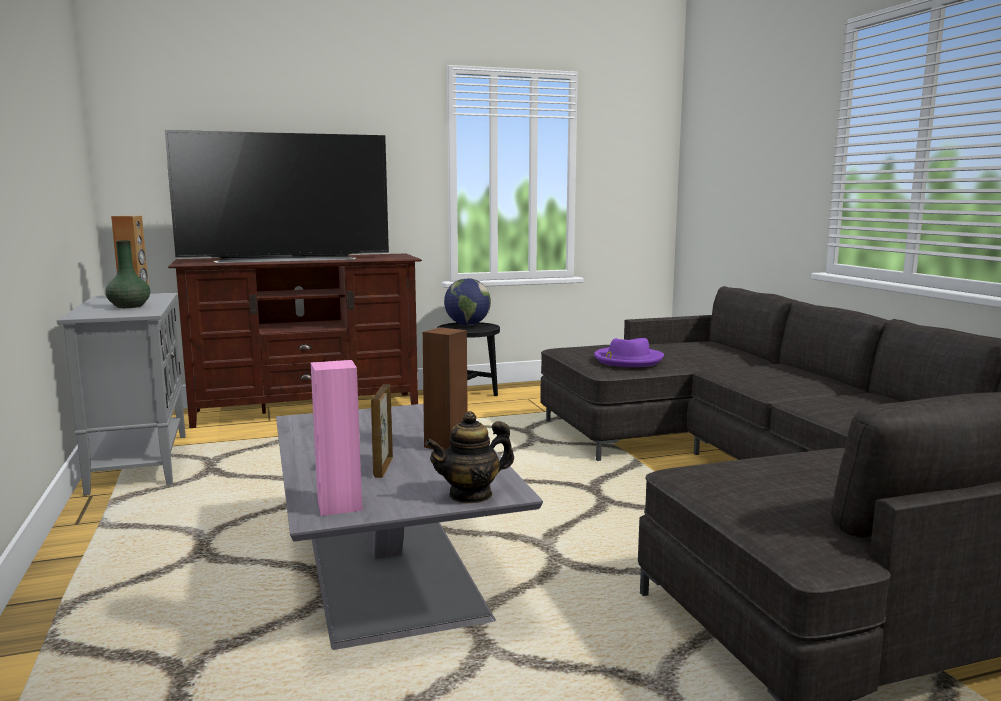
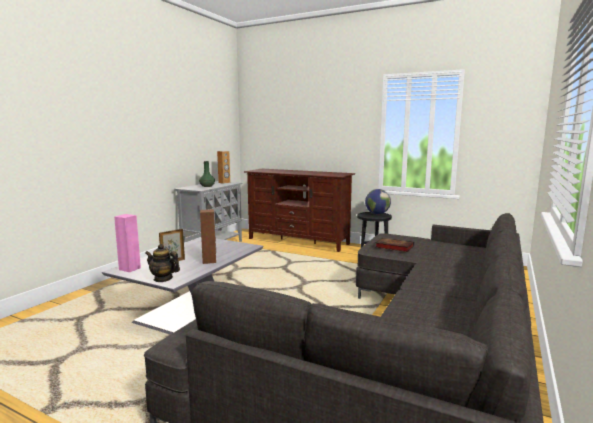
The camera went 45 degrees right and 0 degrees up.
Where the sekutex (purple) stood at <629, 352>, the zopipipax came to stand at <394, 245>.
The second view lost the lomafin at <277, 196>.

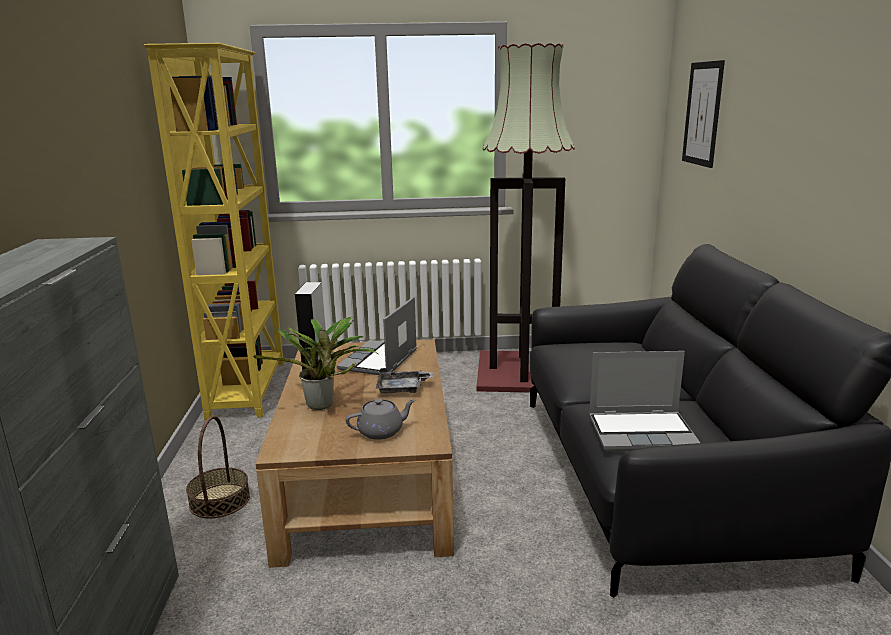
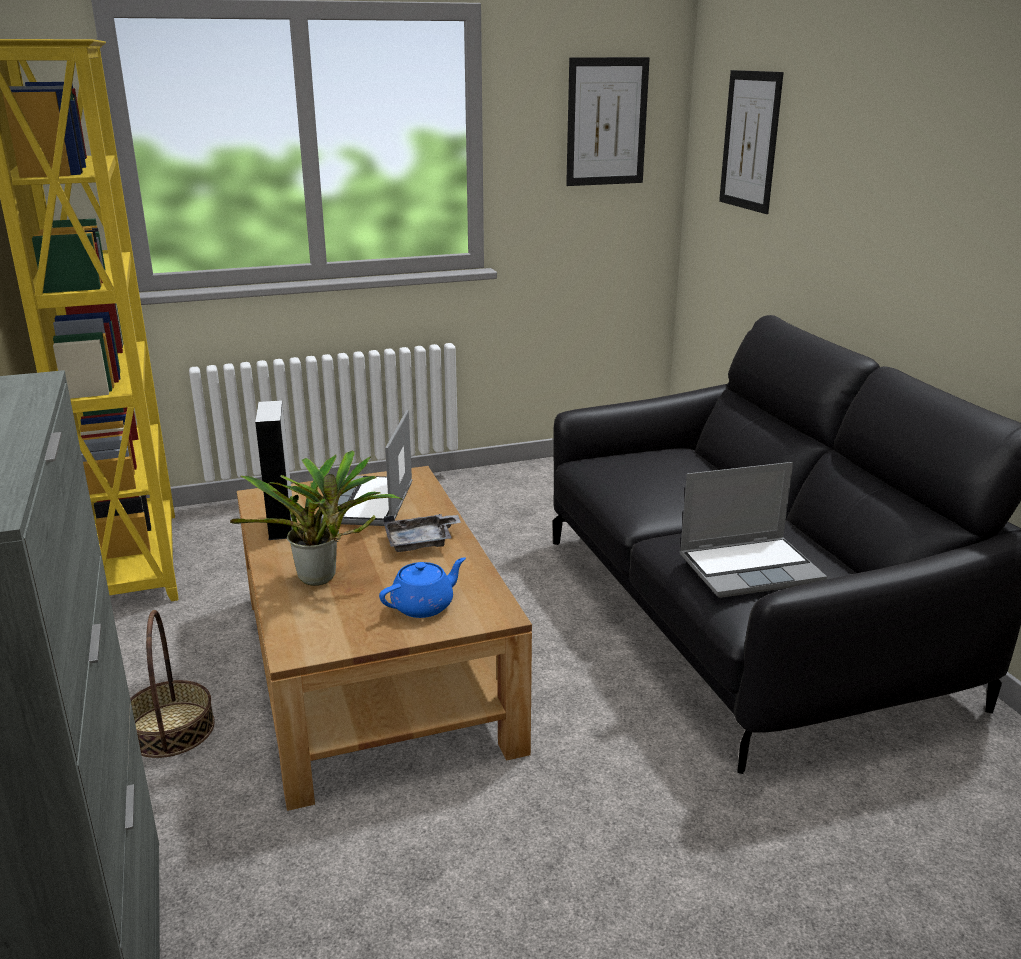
The camera went 15 degrees left and 5 degrees up.
What was the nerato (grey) at <380, 419> turned into the nerato (blue) at <422, 587>.
The second view gained the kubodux at <608, 121>.
The second view lost the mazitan at <526, 218>.

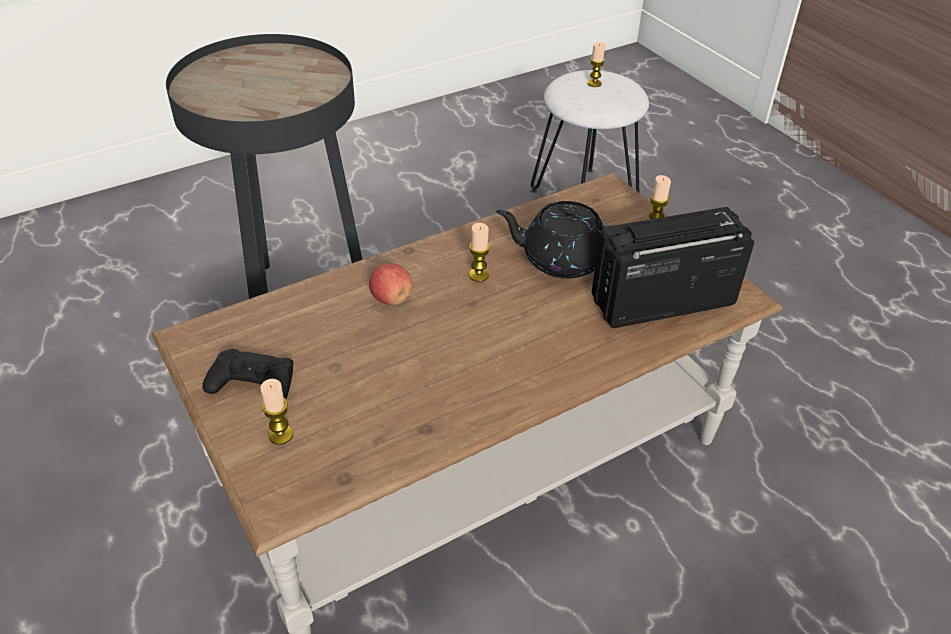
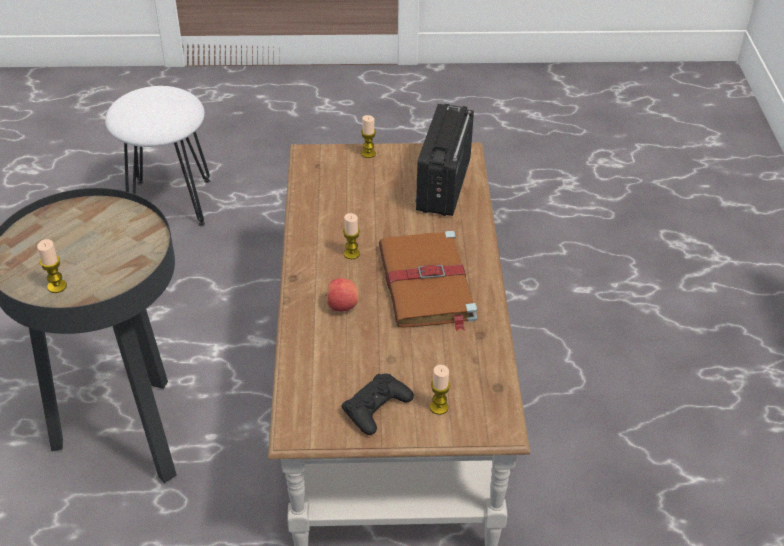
The camera went 60 degrees left and 0 degrees up.
The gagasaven ended up elsewhere, having gone from <596, 64> to <52, 266>.
The second view gained the zopipipax (brown) at <428, 281>.
The second view lost the nerato (black) at <552, 240>.

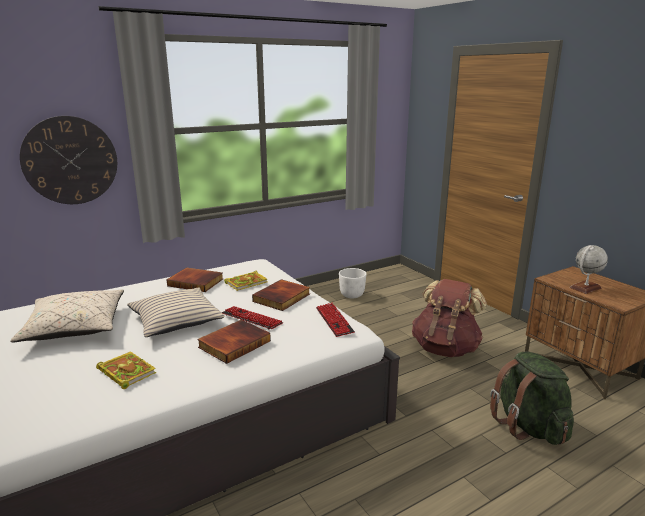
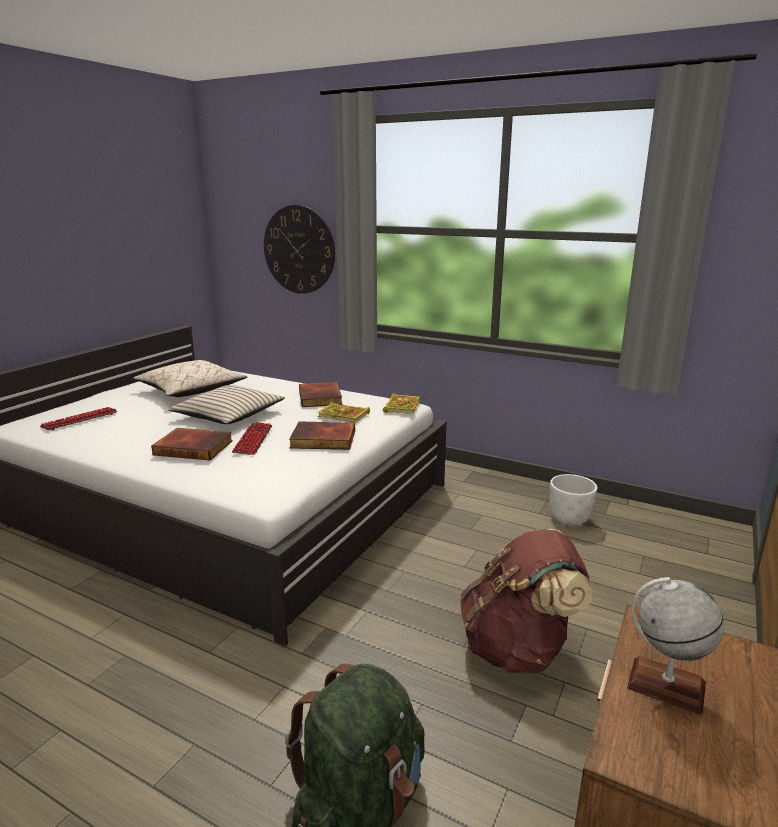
The camera went 60 degrees right and 0 degrees up.
The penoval ended up elsewhere, having gone from <335, 320> to <79, 418>.
The zopipipax ended up elsewhere, having gone from <126, 370> to <401, 403>.

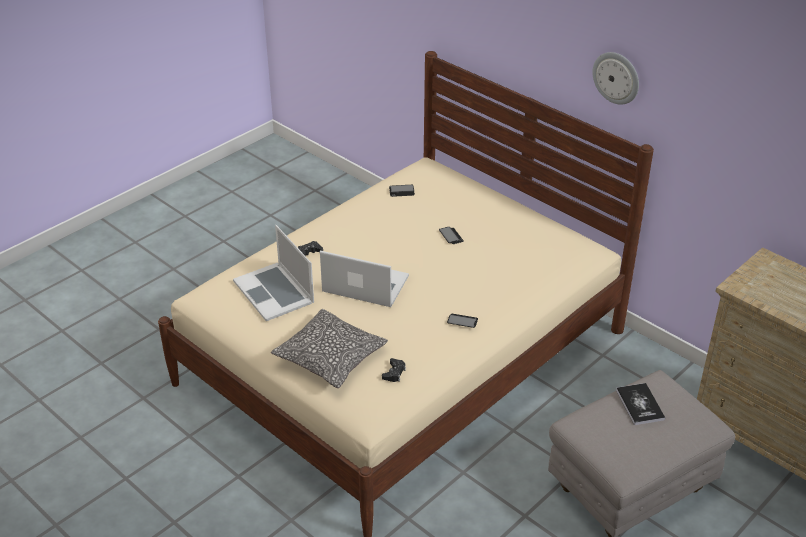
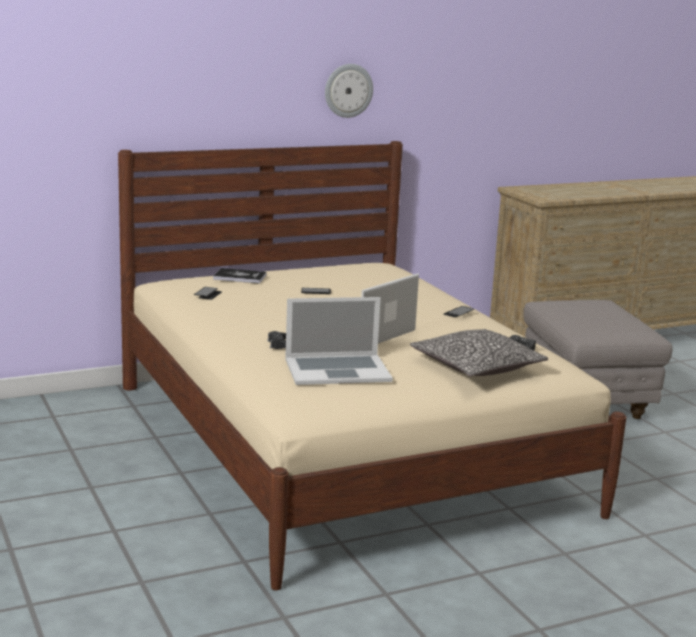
The camera went 70 degrees left and 20 degrees down.
The zopipipax ended up elsewhere, having gone from <640, 404> to <240, 276>.

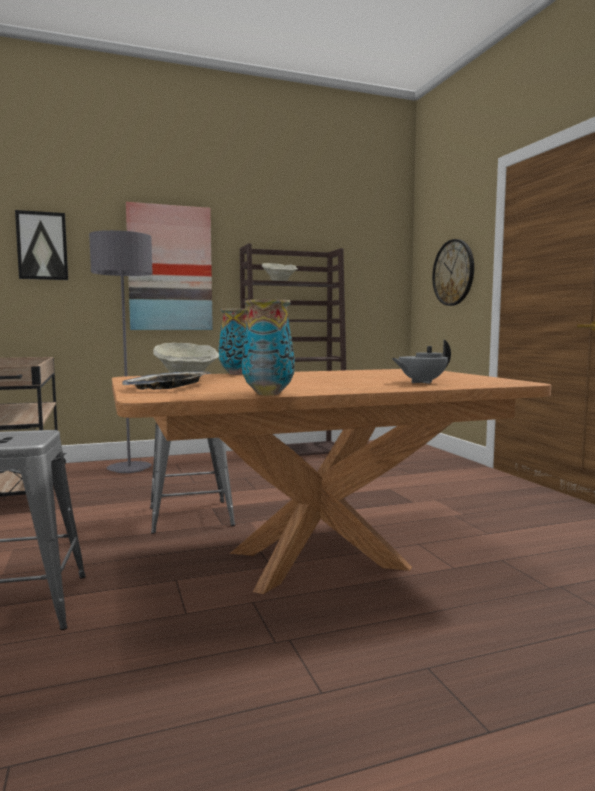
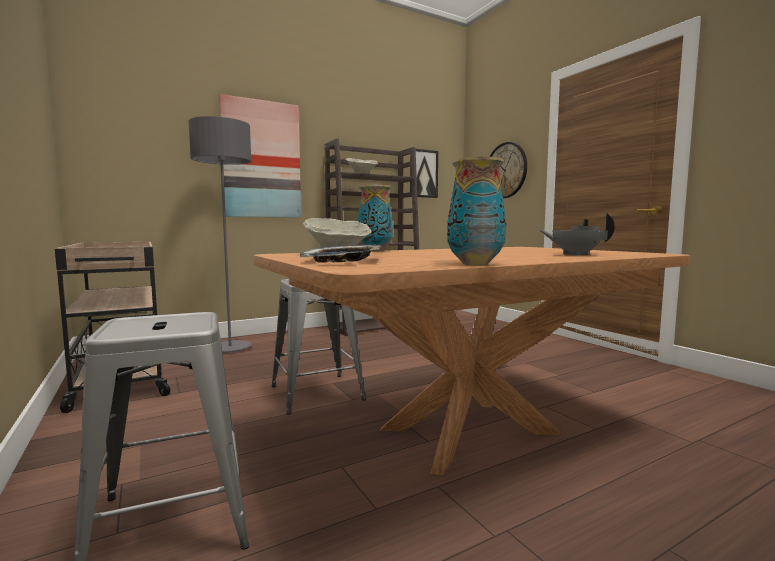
The camera went 10 degrees left and 0 degrees up.
The kubodux ended up elsewhere, having gone from <41, 245> to <424, 173>.
The nerato (grey) at <421, 362> ended up facing another way, 60 degrees clockwise from before.

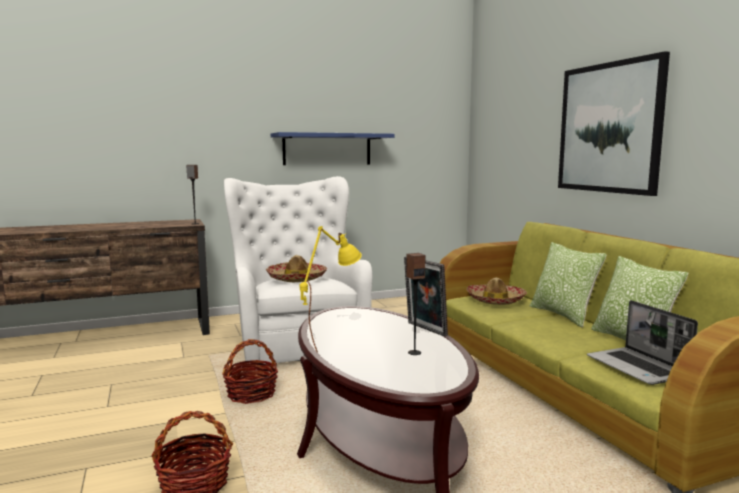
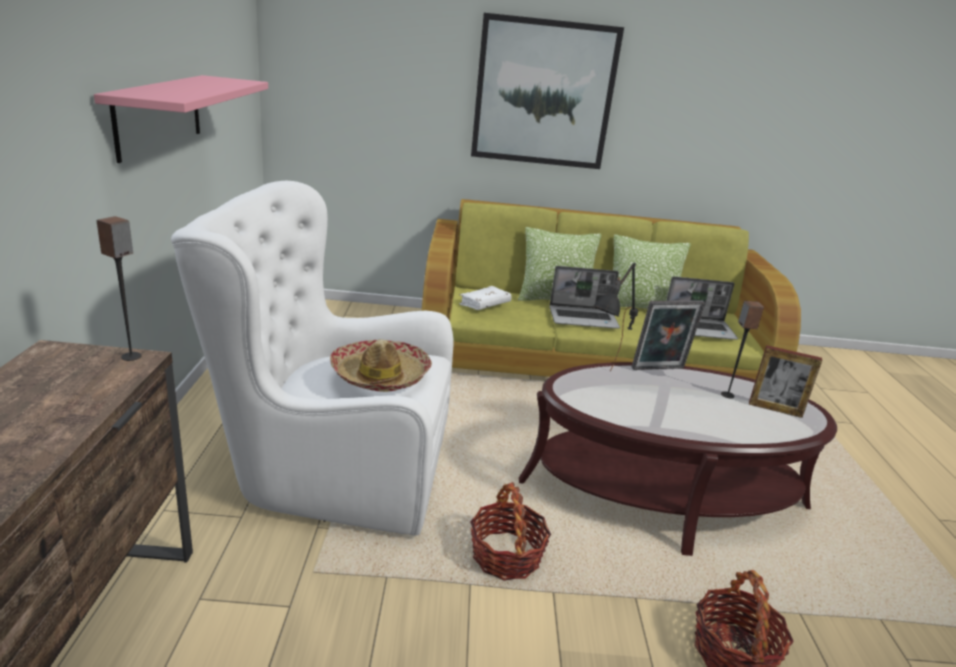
The camera went 70 degrees left and 15 degrees up.
What was the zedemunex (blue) at <332, 148> turned into the zedemunex (pink) at <181, 119>.
Where the sekutex stood at <496, 291>, the zopipipax (white) came to stand at <485, 298>.
The second view gained the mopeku at <584, 297>.
The second view gained the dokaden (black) at <615, 317>.
The second view gained the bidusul at <785, 381>.
The second view lost the dokaden (yellow) at <330, 289>.

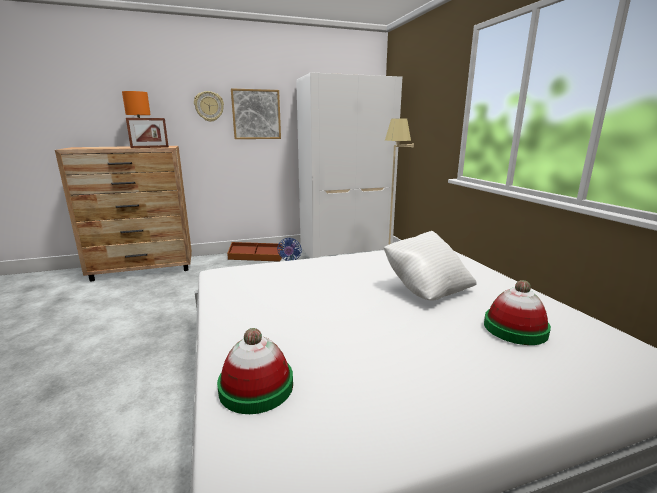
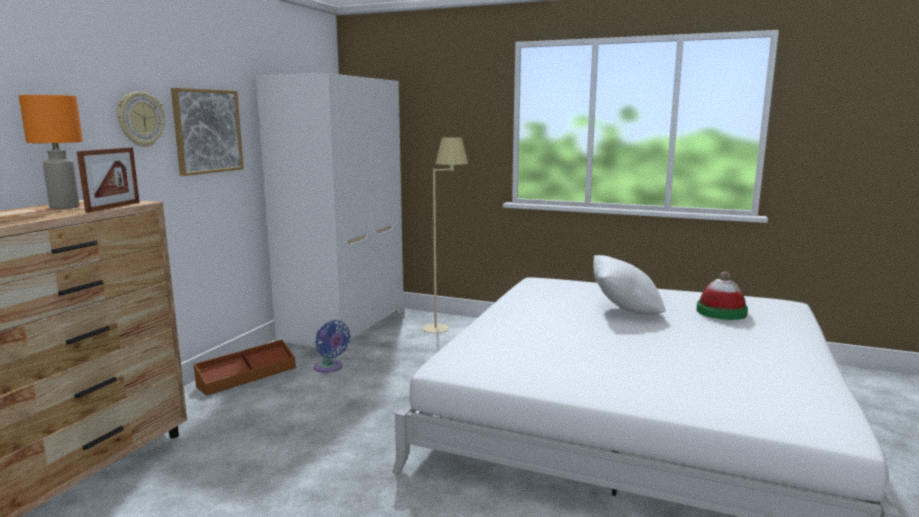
The camera went 50 degrees left and 5 degrees down.
The second view lost the sekutex at <255, 371>.

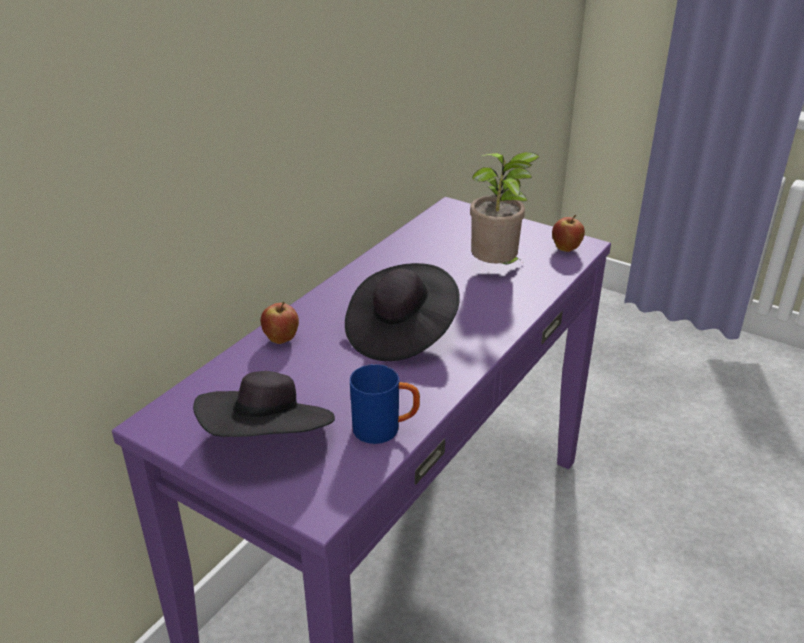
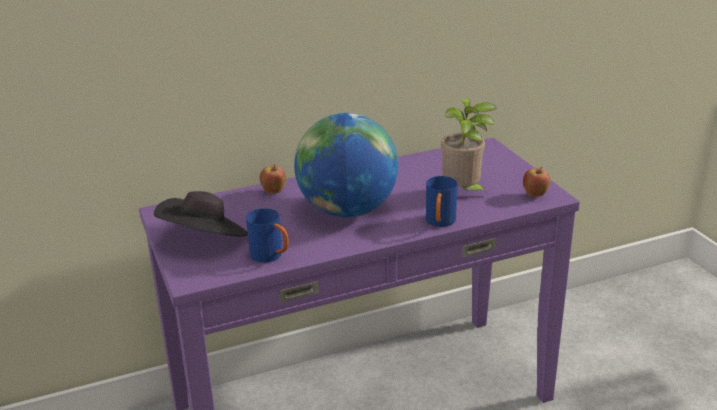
The camera went 35 degrees right and 5 degrees down.
Where the sekutex (black) stood at <402, 312>, the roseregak came to stand at <346, 165>.
The second view gained the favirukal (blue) at <442, 201>.

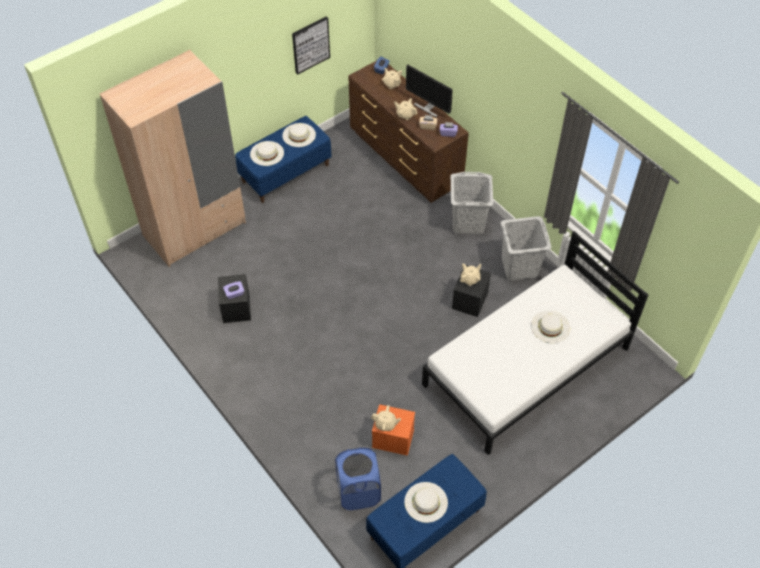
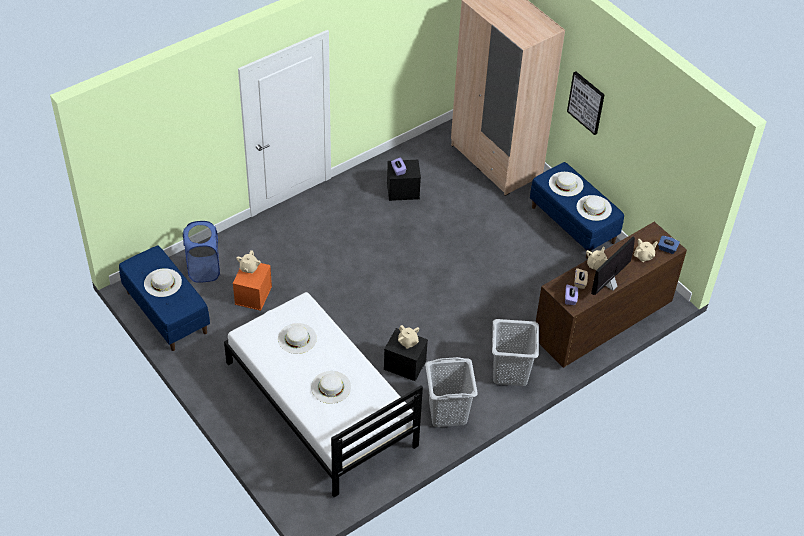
The camera went 90 degrees right and 5 degrees down.
The second view gained the sekutex (white) at <297, 338>.
The kubodux ended up elsewhere, having gone from <311, 45> to <585, 103>.

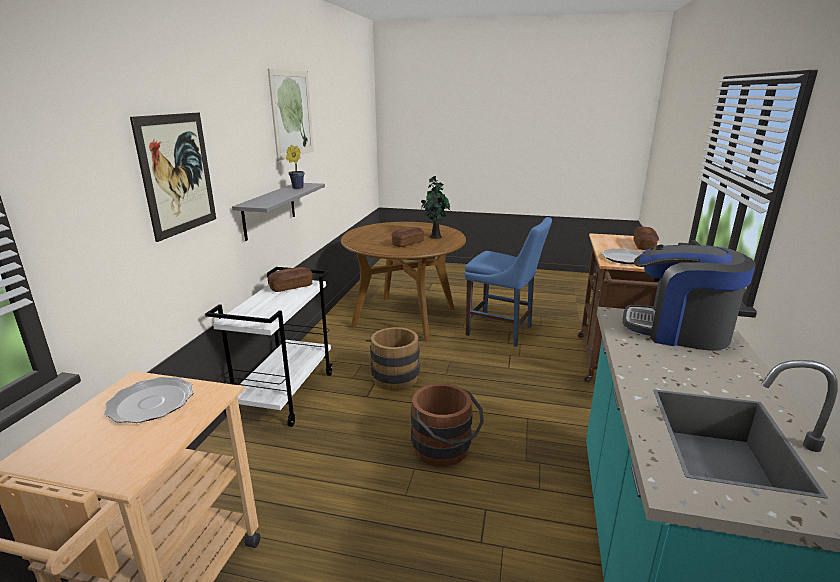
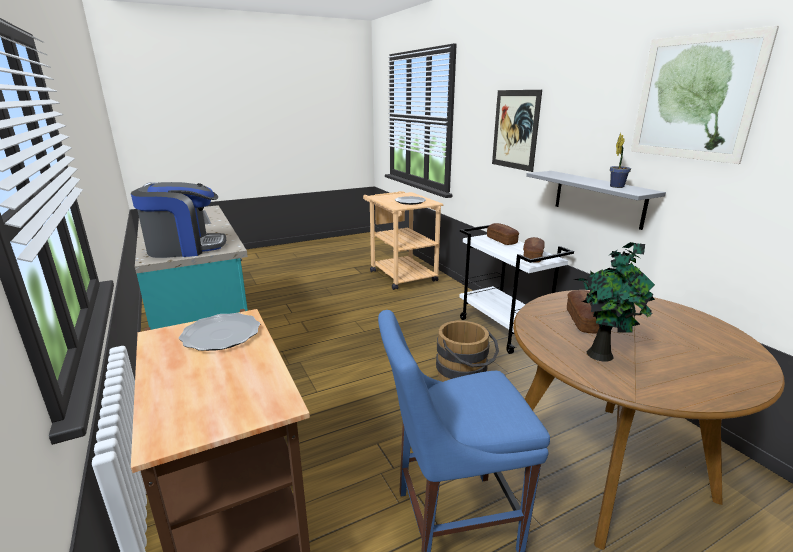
The camera went 140 degrees right and 0 degrees up.
The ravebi ended up elsewhere, having gone from <646, 238> to <503, 234>.
The second view lost the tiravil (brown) at <447, 425>.

